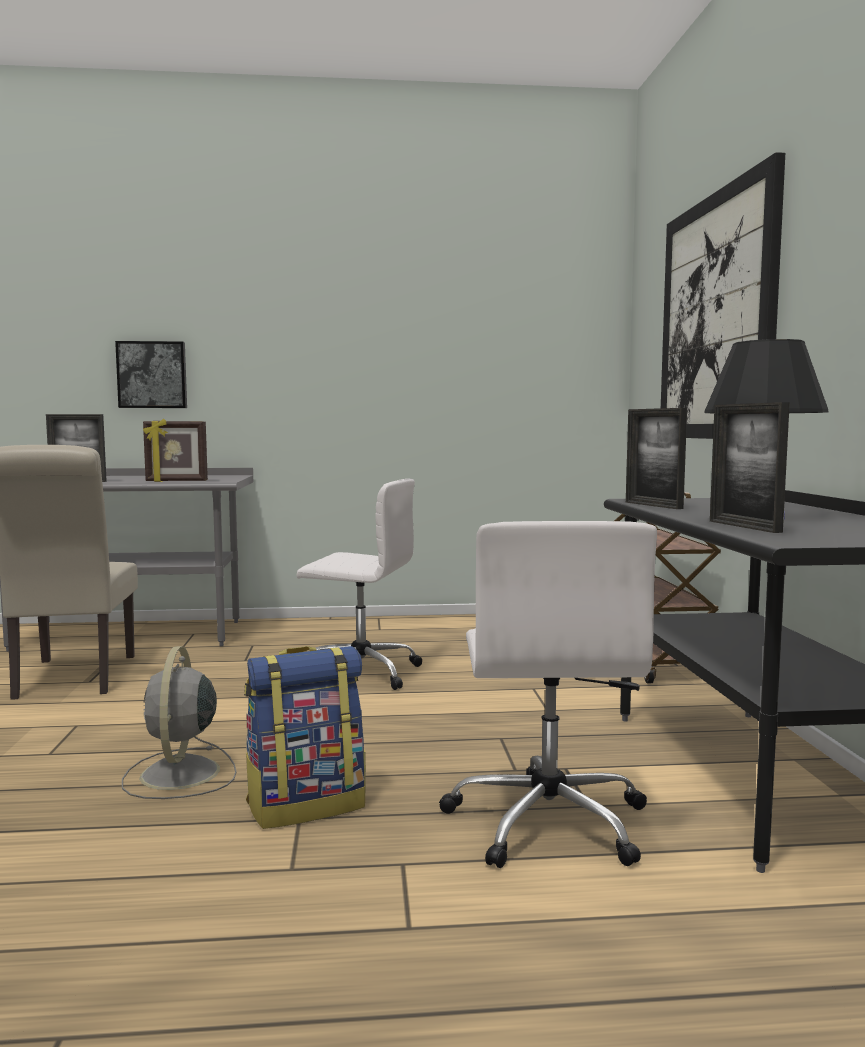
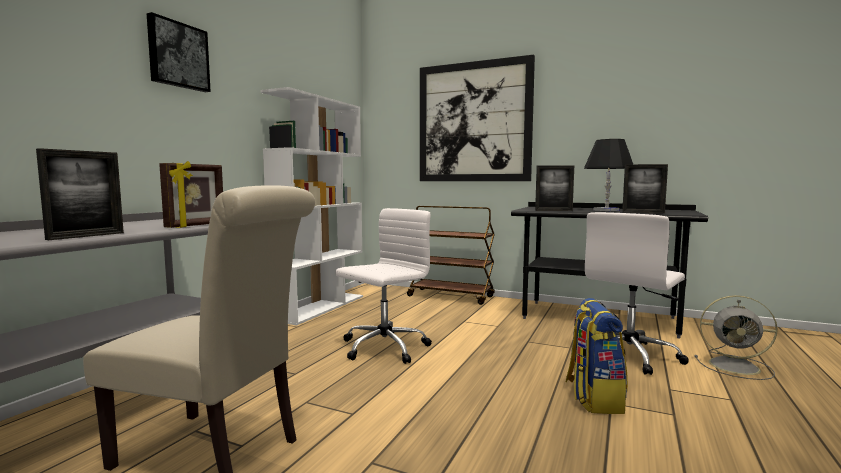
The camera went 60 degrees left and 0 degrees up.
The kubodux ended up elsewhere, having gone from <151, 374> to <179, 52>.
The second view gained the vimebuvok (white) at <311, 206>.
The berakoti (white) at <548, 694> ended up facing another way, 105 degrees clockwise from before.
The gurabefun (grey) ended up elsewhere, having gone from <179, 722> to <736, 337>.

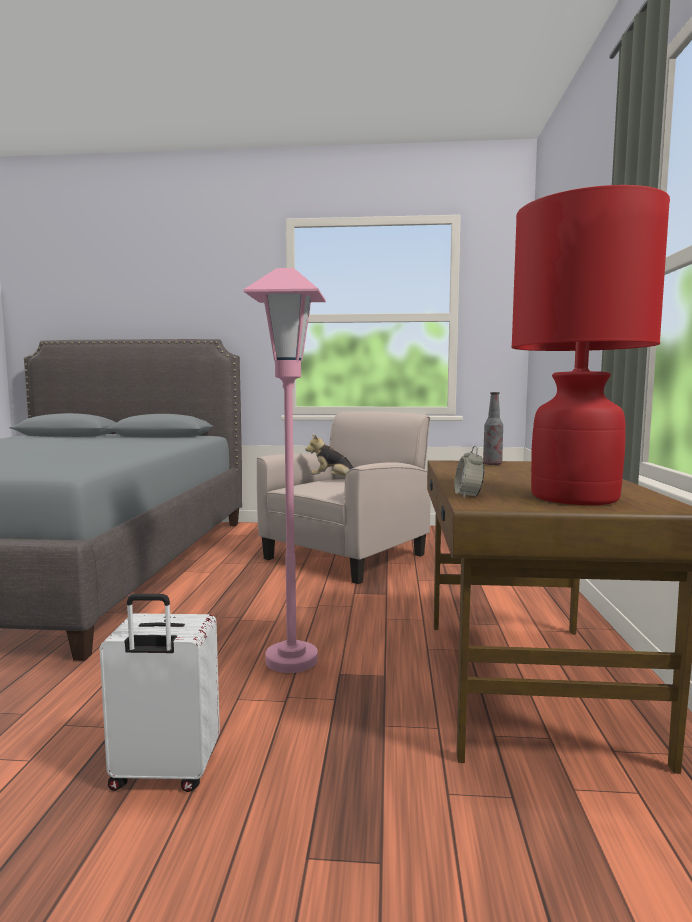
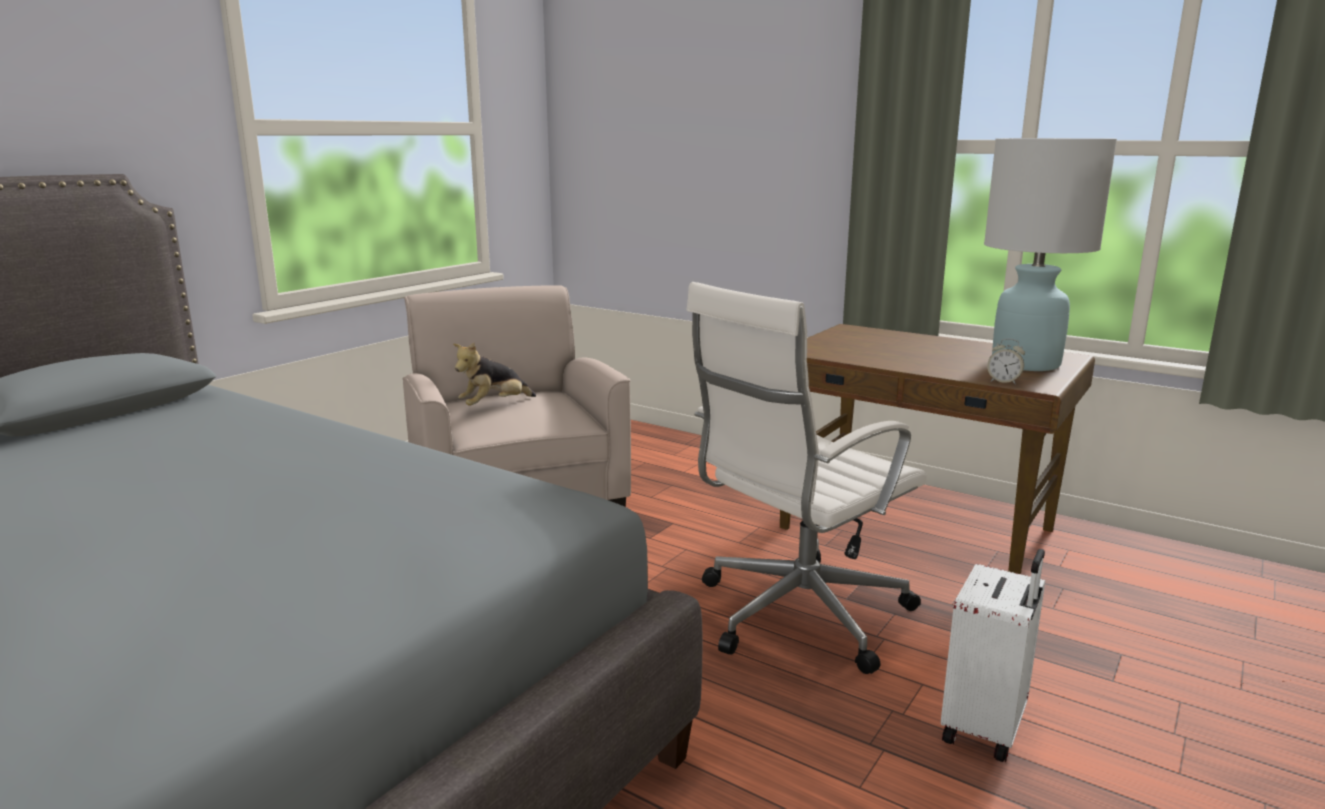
The camera went 60 degrees left and 10 degrees up.
Where the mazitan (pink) stood at <284, 470>, the berakoti (white) came to stand at <806, 478>.
What was the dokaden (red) at <590, 345> turned into the dokaden (white) at <1050, 254>.
The second view lost the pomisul at <493, 428>.

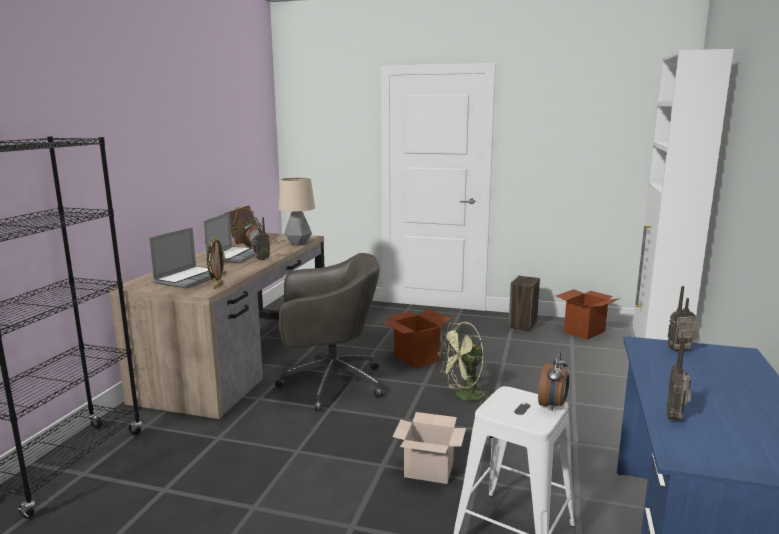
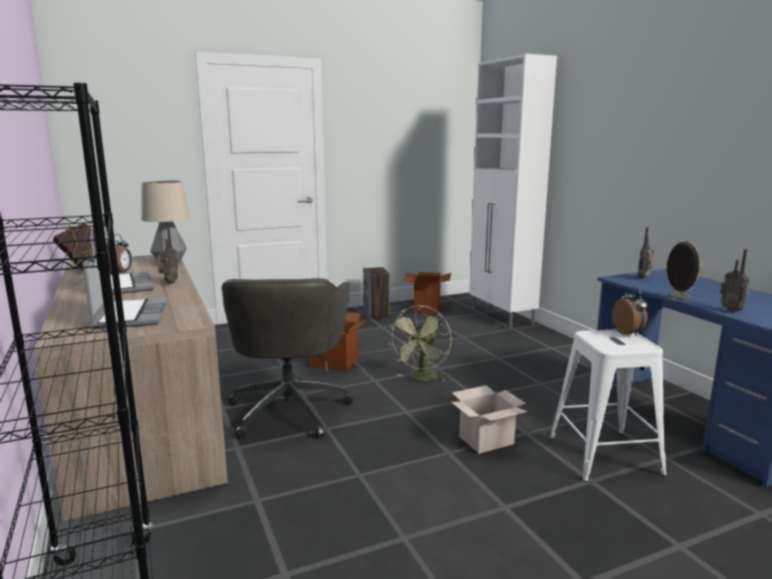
The camera went 40 degrees left and 0 degrees up.
The berakoti (grey) at <329, 332> ended up facing another way, 135 degrees clockwise from before.
The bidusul ended up elsewhere, having gone from <216, 263> to <684, 269>.

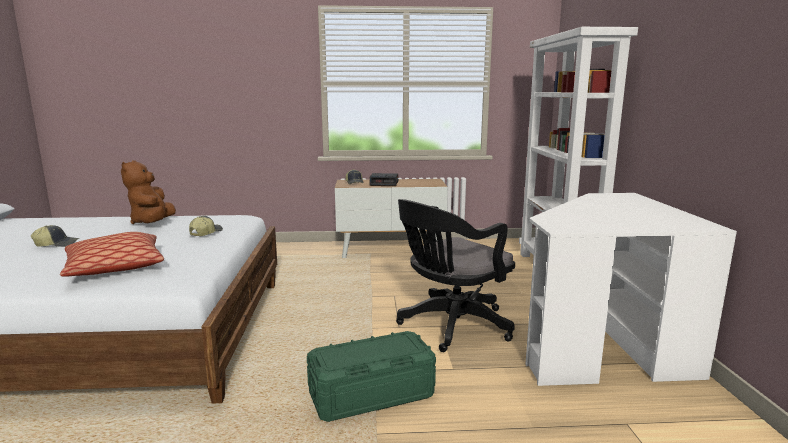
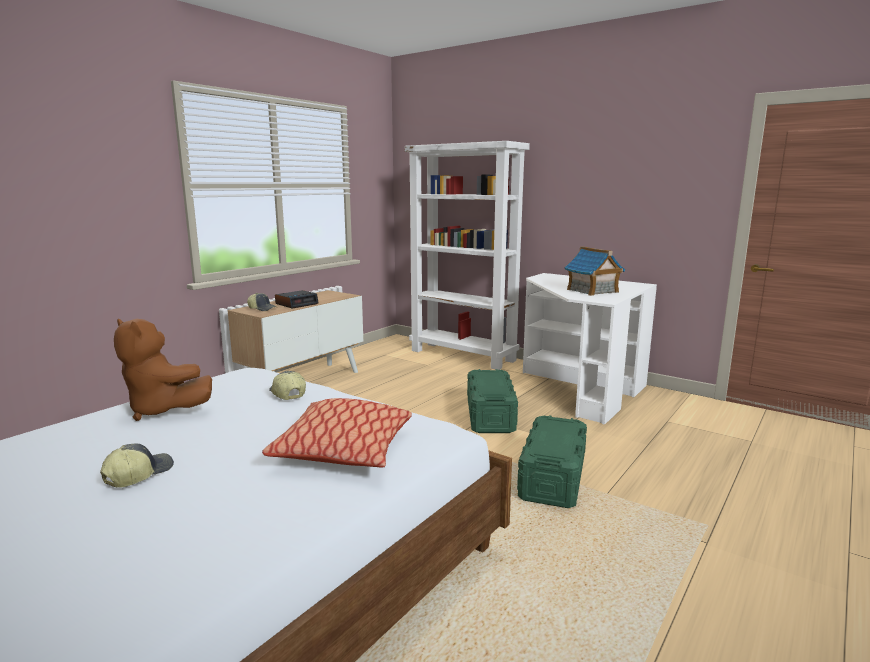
The camera went 50 degrees left and 0 degrees up.
Where the berakoti (black) stood at <455, 275>, the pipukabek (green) came to stand at <492, 401>.
The second view gained the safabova at <594, 271>.

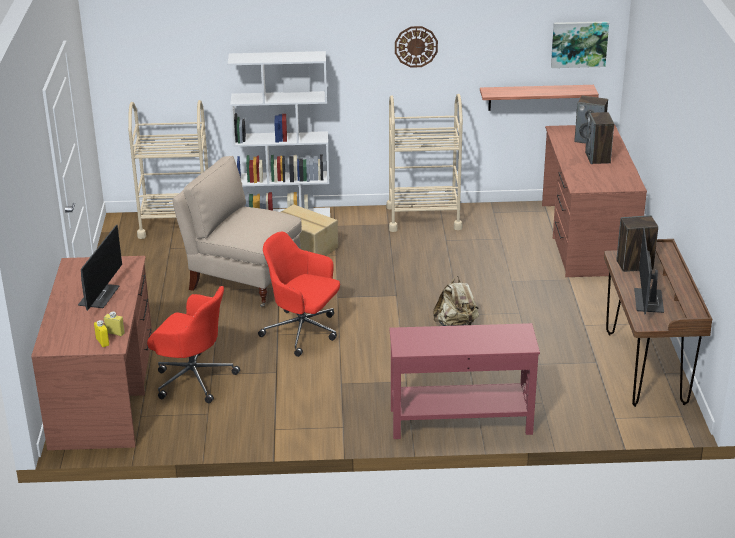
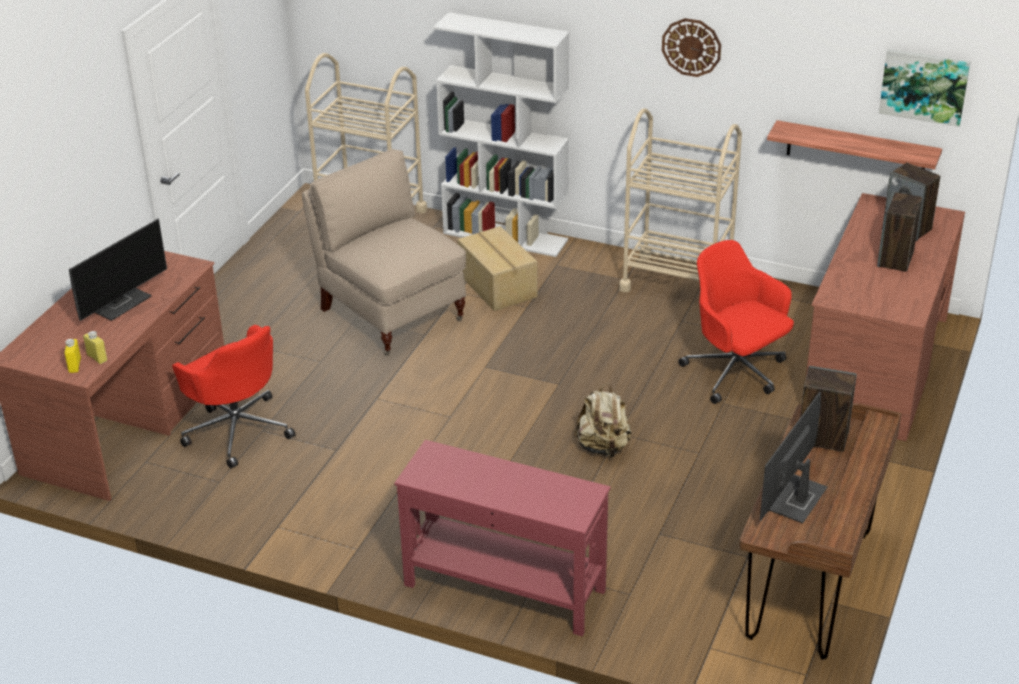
The camera went 25 degrees right and 5 degrees up.
The berakoti (red) ended up elsewhere, having gone from <299, 294> to <736, 322>.

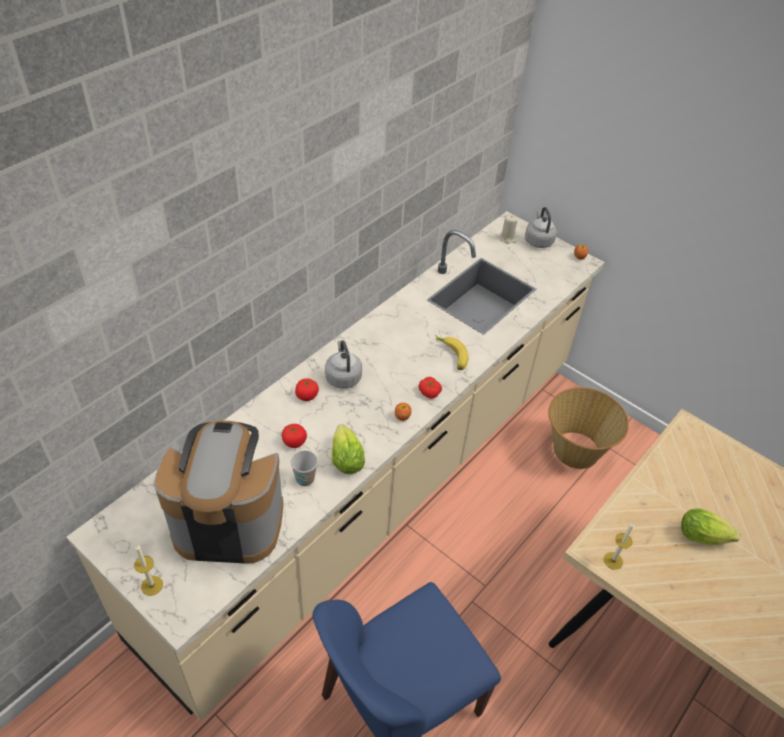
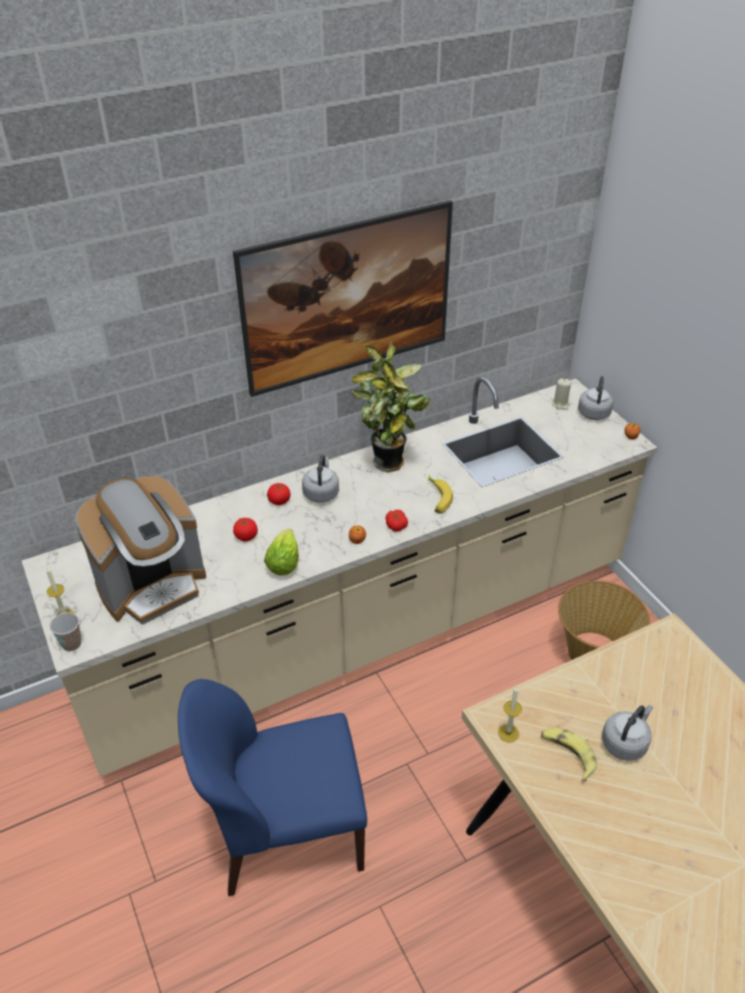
The camera went 25 degrees right and 5 degrees down.
The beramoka ended up elsewhere, having gone from <304, 468> to <65, 631>.
The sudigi at <218, 491> ended up facing another way, 120 degrees clockwise from before.
The second view gained the kubodux at <343, 298>.
The second view gained the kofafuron at <390, 407>.
The second view gained the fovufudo at <569, 754>.
Where the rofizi stood at <710, 526>, the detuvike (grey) came to stand at <627, 733>.

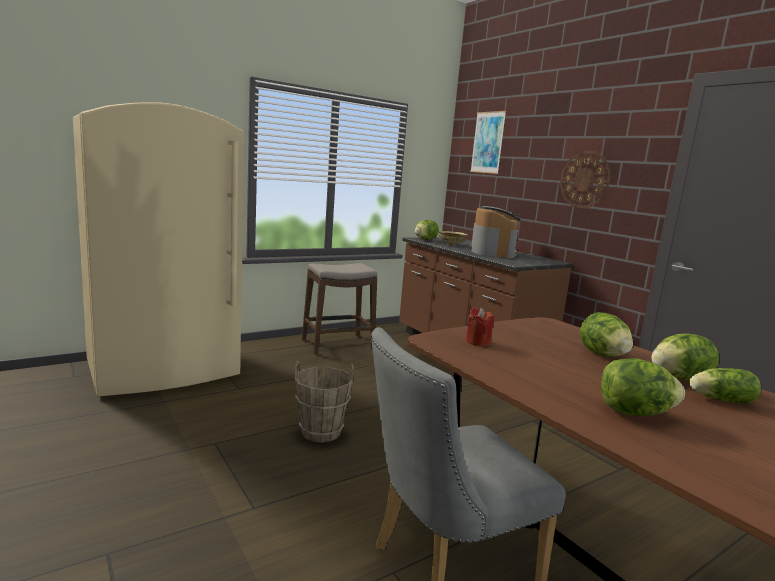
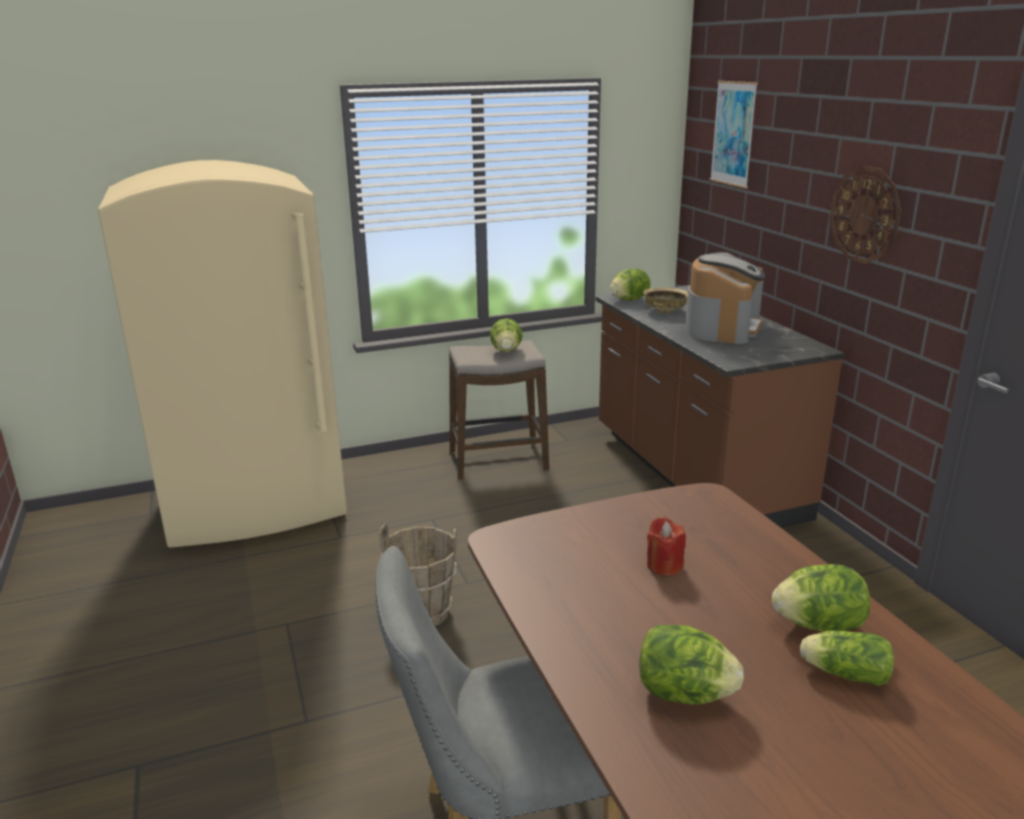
The camera went 15 degrees right and 10 degrees up.
The rofizi ended up elsewhere, having gone from <606, 334> to <506, 335>.
The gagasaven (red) ended up elsewhere, having gone from <480, 327> to <666, 546>.

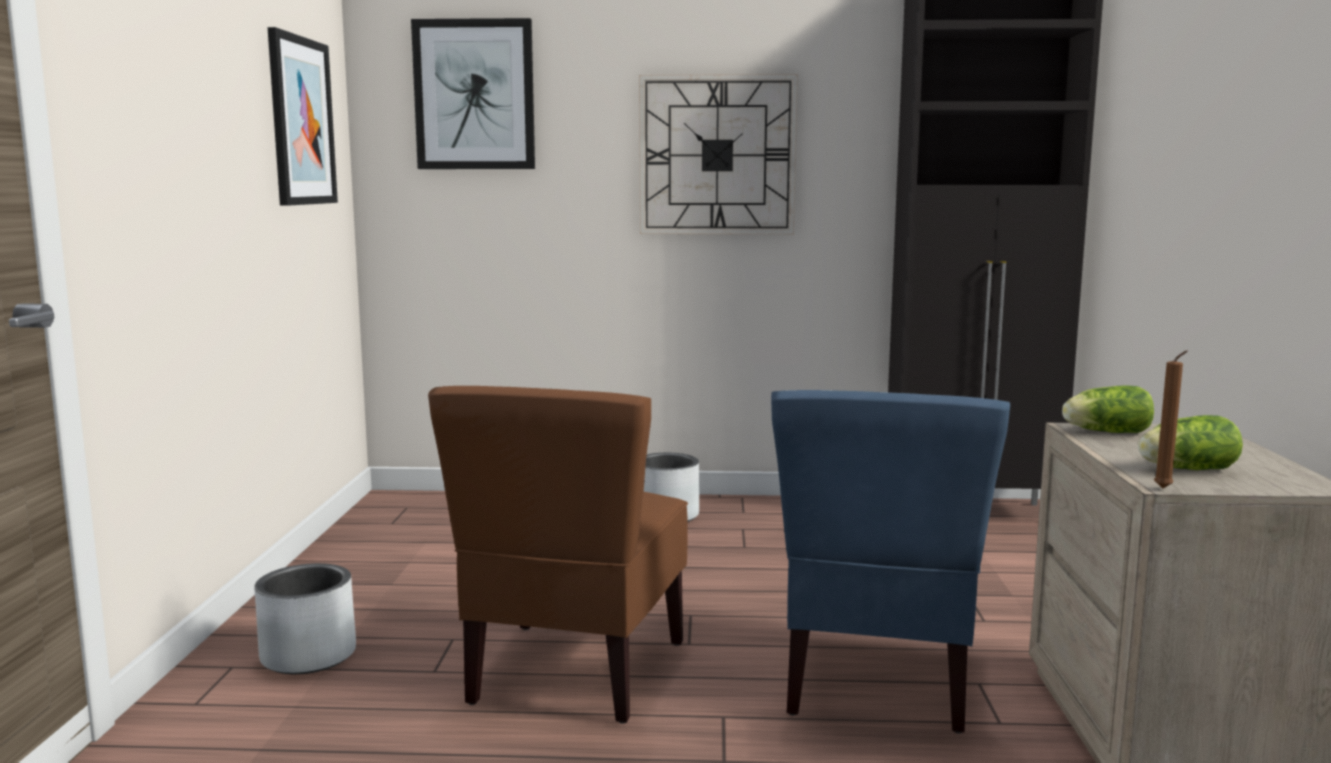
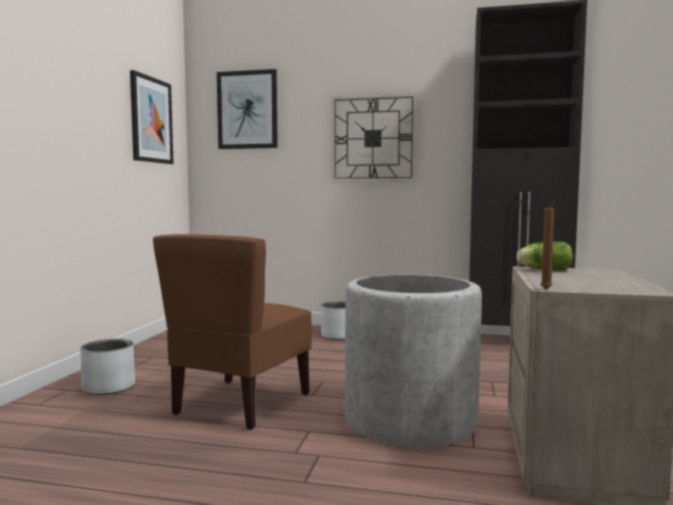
The camera went 10 degrees right and 5 degrees down.
Where the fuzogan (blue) stood at <890, 561>, the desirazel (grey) came to stand at <413, 361>.
The second view lost the rofizi at <1190, 442>.

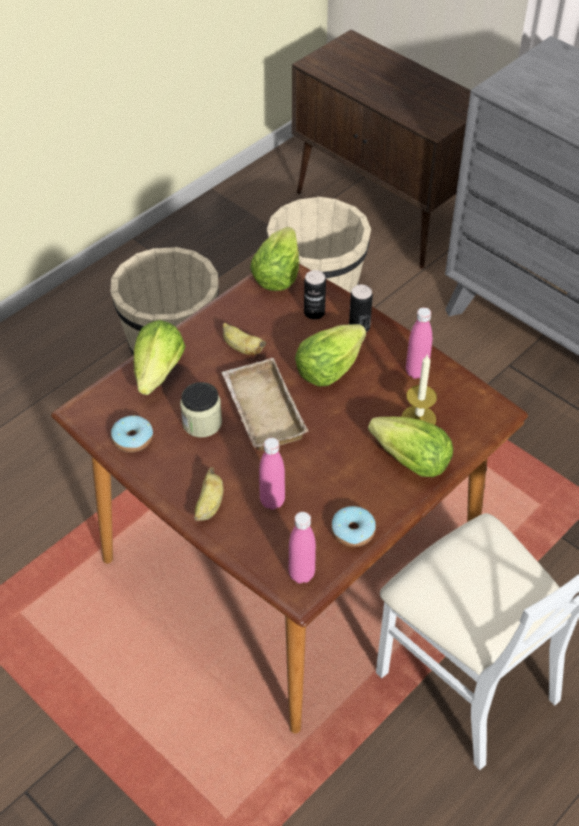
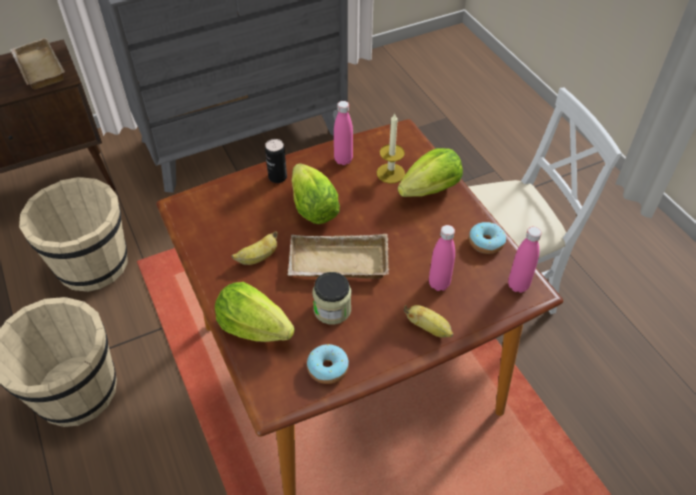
The camera went 70 degrees left and 0 degrees up.
The second view gained the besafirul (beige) at <37, 63>.
The second view lost the rofizi at <274, 259>.
The second view lost the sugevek at <315, 294>.

